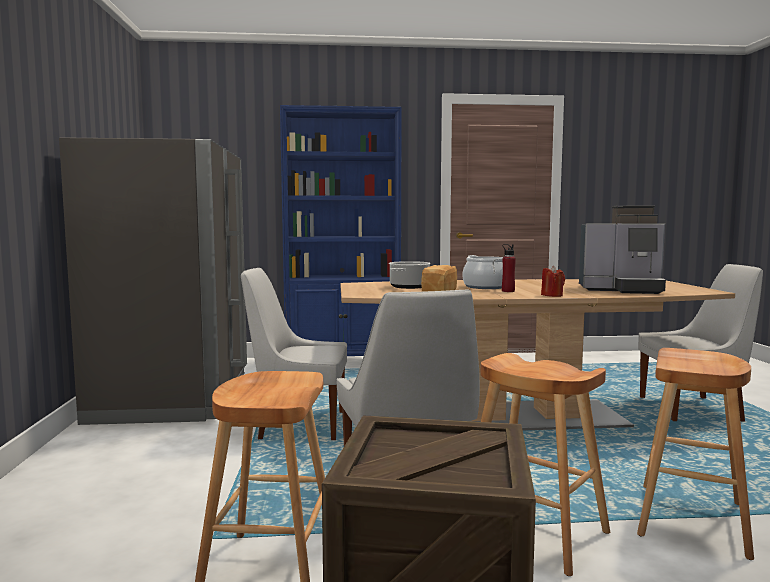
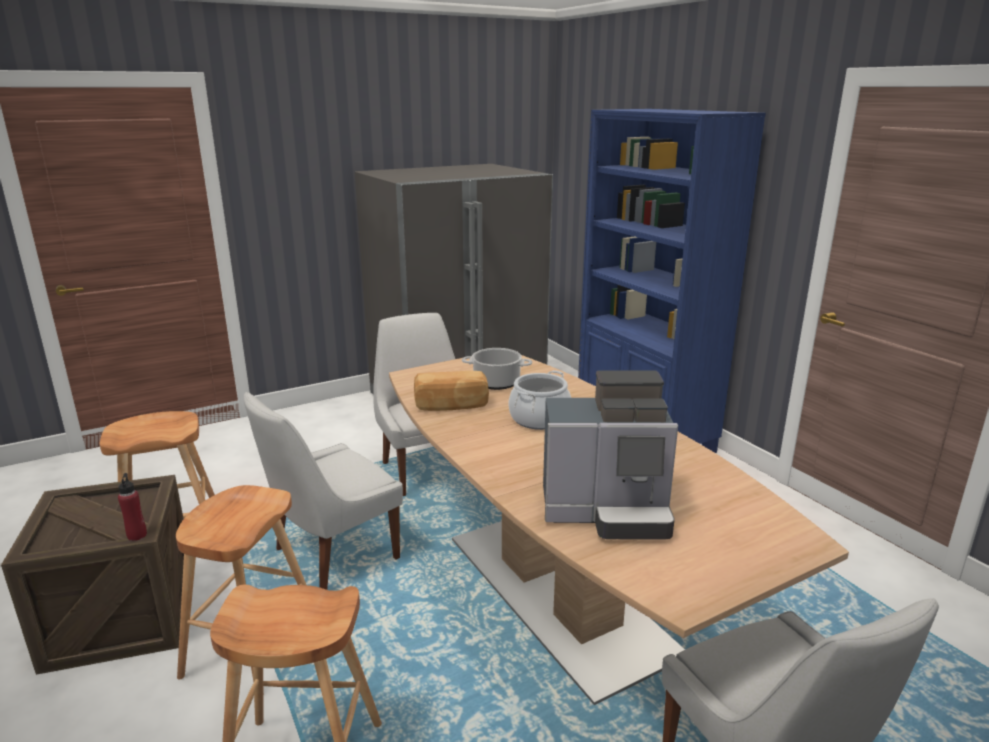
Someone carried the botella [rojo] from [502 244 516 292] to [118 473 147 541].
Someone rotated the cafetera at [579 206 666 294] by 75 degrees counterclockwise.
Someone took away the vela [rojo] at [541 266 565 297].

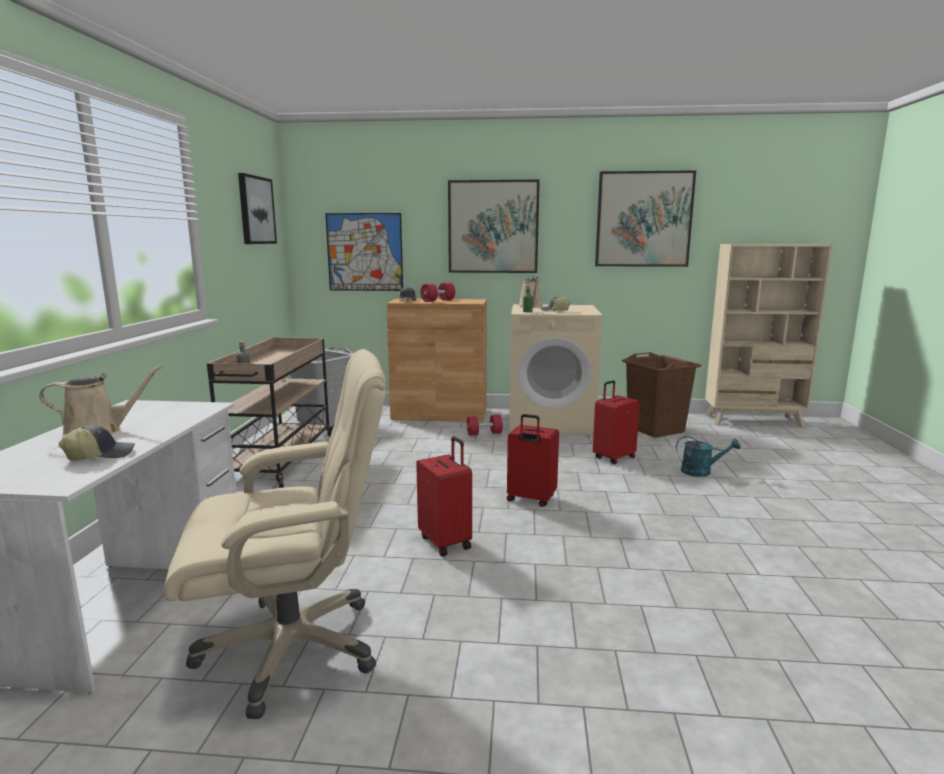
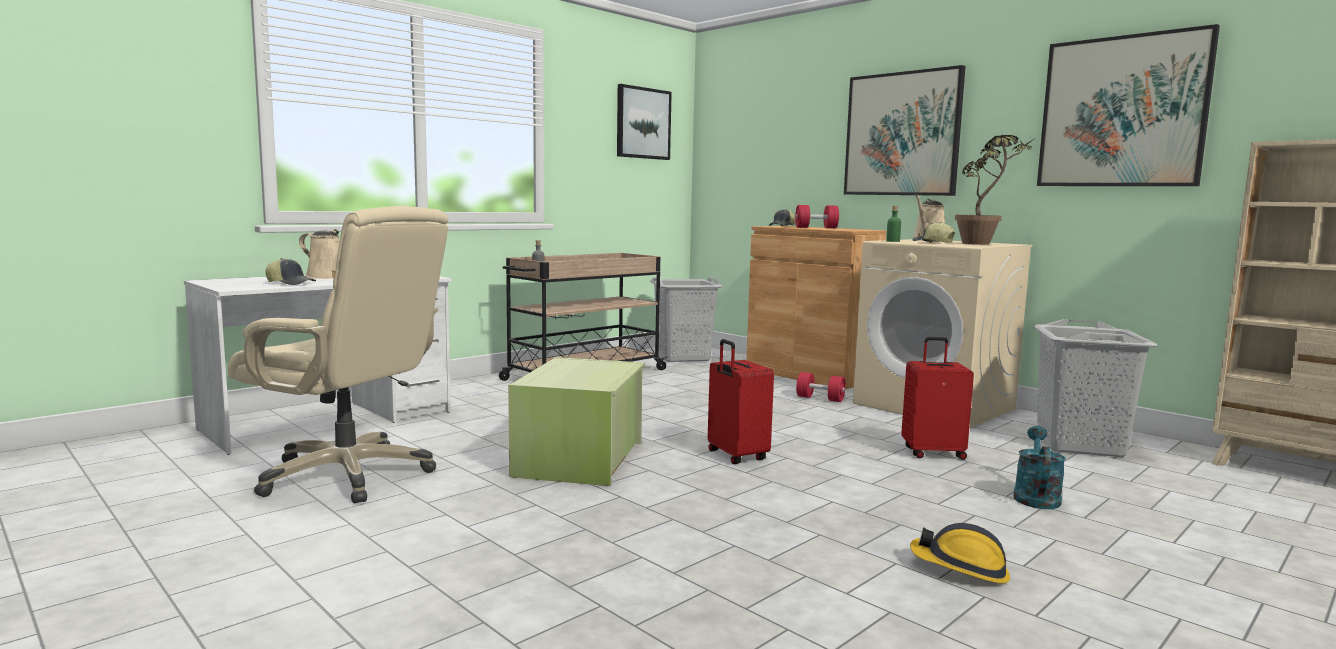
Someone swapped the maleta [rojo] at [416 436 472 556] for the caja de almacenaje [verde] at [508 357 645 486].
Someone put down the casco at [910 523 1010 584].
Someone put down the planta en maceta at [955 135 1037 245].
Someone rotated the regadera [turquesa] at [676 436 741 477] by 120 degrees counterclockwise.
Someone repainted the cesto de la ropa [marrón] at [622 352 702 438], which became the cesto de la ropa [gris] at [1034 319 1158 457].
Someone took away the cuadro at [325 213 403 291].

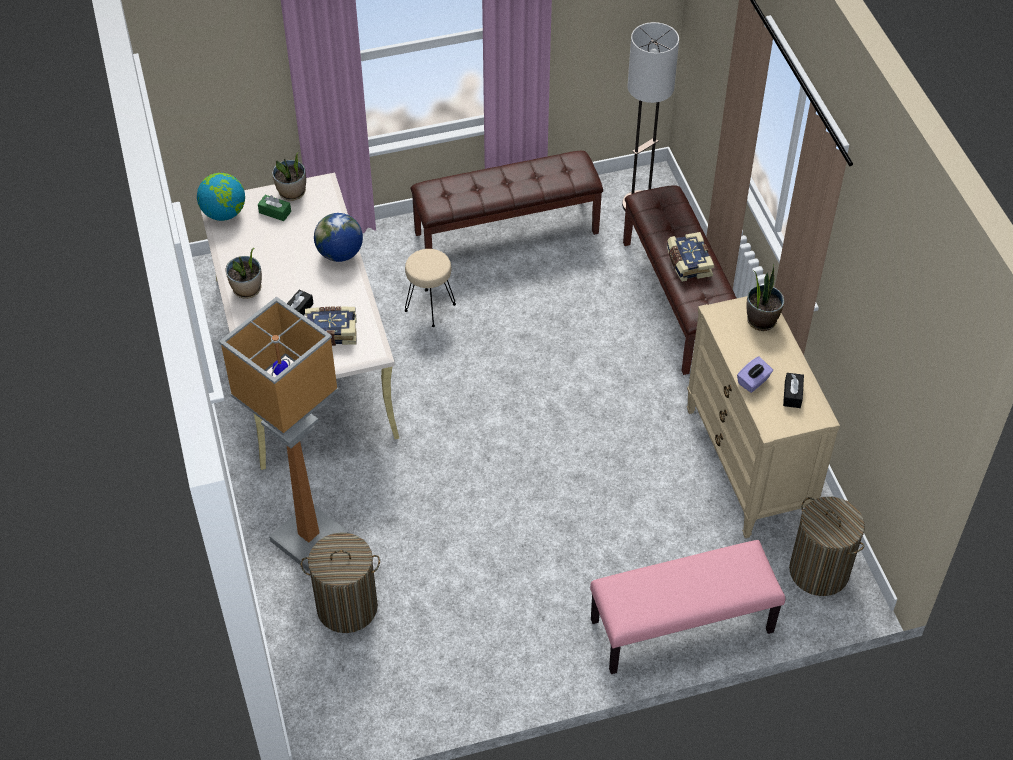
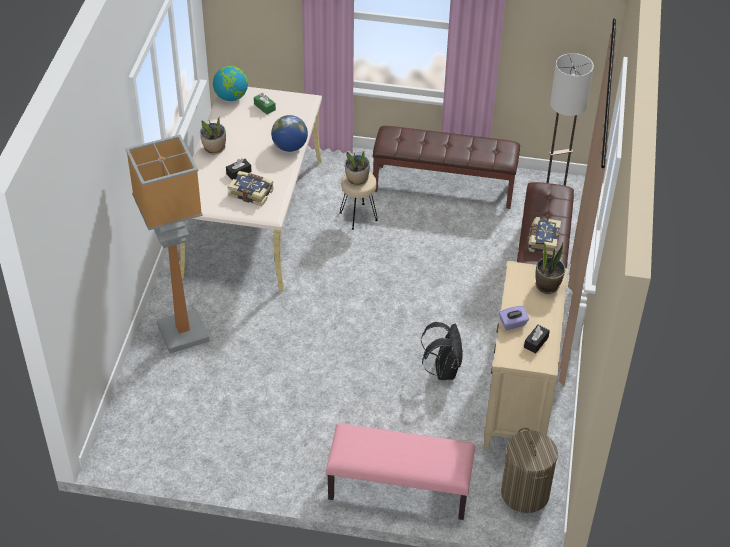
Someone carried the planta en maceta from [272 152 306 201] to [345 151 370 186].
Someone put down the mochila [negro] at [421 322 463 380].
Someone took away the cesto de la ropa at [301 532 380 633].

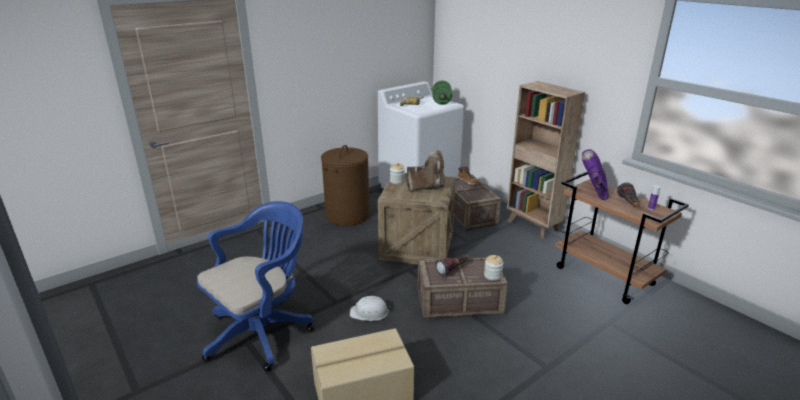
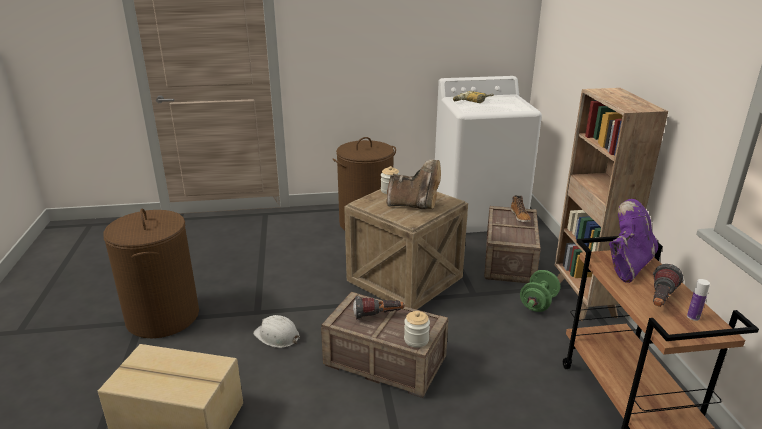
Someone swapped the silla de oficina [azul] at [197 201 314 372] for the cesto de la ropa [marrón] at [103 208 199 338].
Someone carried the mancuerna [verde] from [432 80 452 105] to [520 270 560 312].

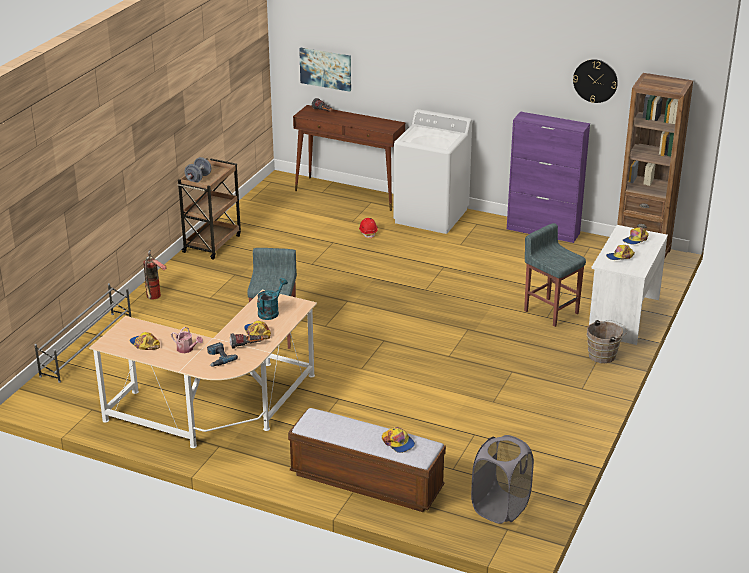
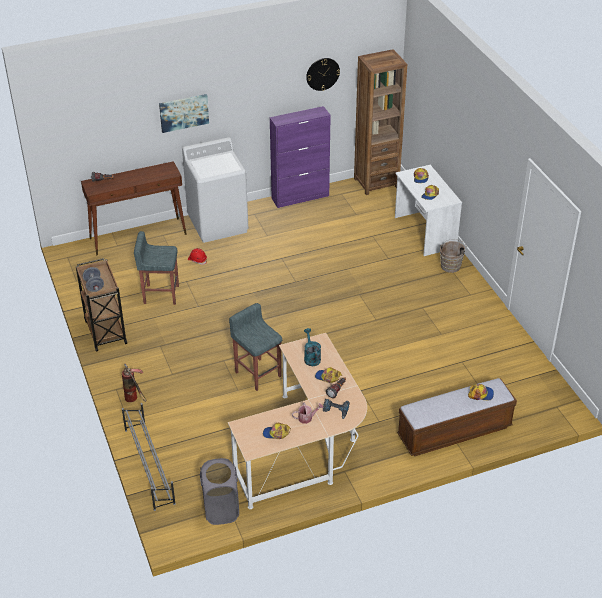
Someone carried the taburete [gris] from [524 223 586 327] to [134 231 179 305].
Someone carried the cuadro from [299 48 351 92] to [159 94 209 133].
Someone carried the cesto de la ropa [gris] from [471 435 534 524] to [200 458 239 525].

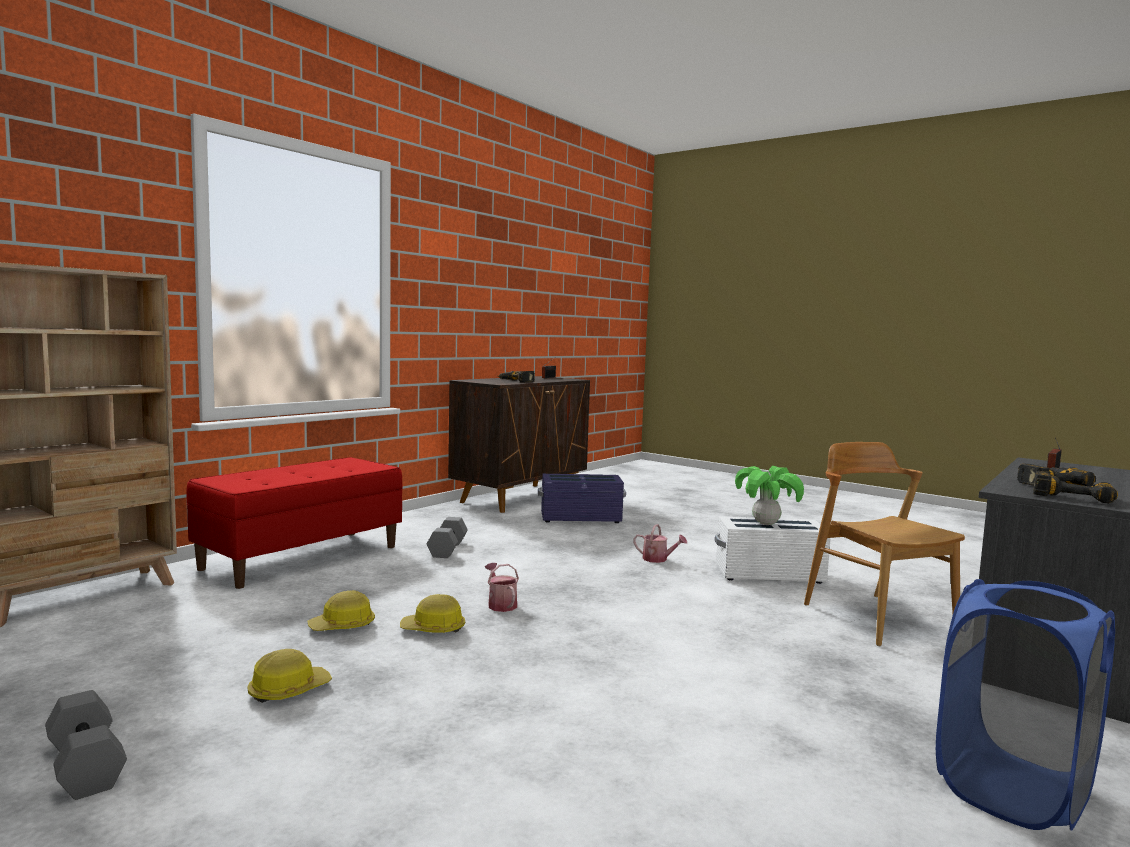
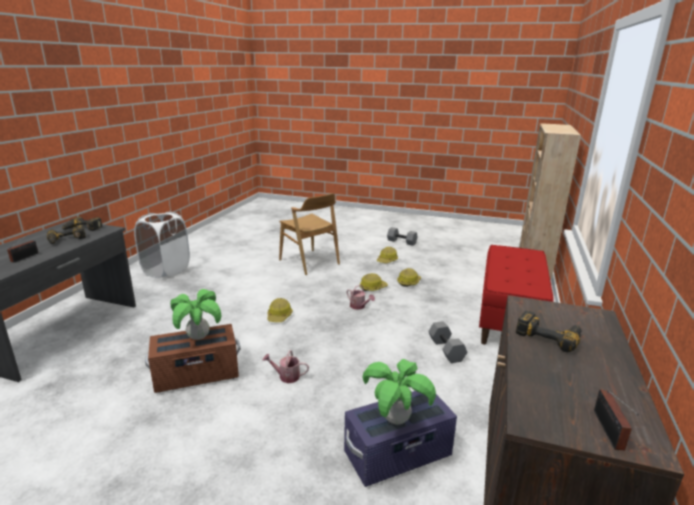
Someone repainted the cesto de la ropa [azul] at [936 579 1115 831], which became the cesto de la ropa [blanco] at [134 212 190 278].
Someone repainted the caja de almacenaje [blanco] at [715 516 831 584], which became the caja de almacenaje [marrón] at [145 324 240 393].
Someone put down the casco at [267 298 293 322].
Someone carried the silla [marrón] from [804 442 965 646] to [279 193 340 275].
Someone put down the planta en maceta at [362 359 436 425].

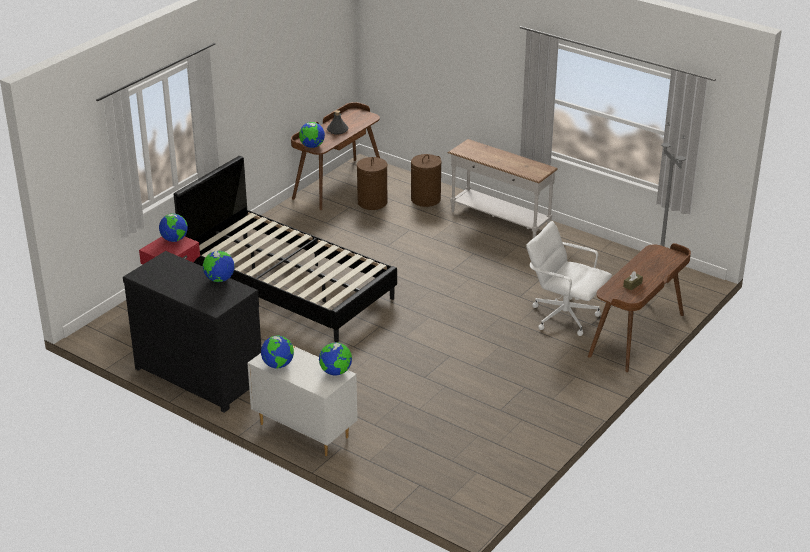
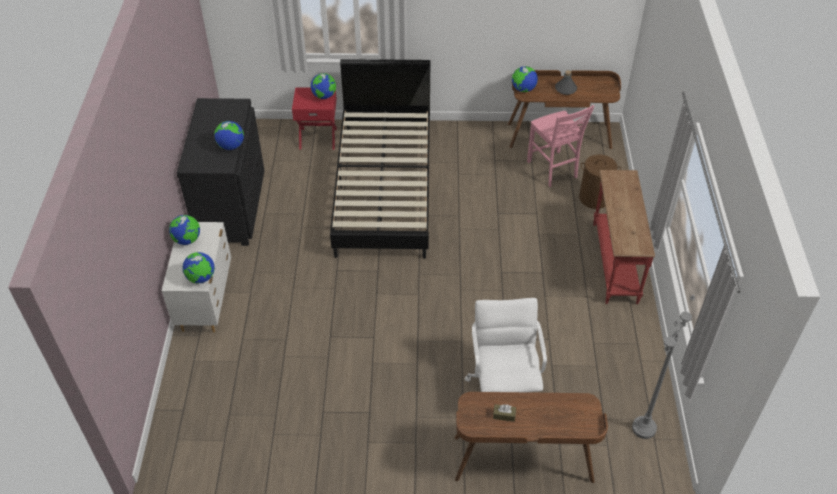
Someone swapped the cesto de la ropa [marrón] at [357 157 387 210] for the silla [rosa] at [527 105 594 187].
Someone repainted the mesa consola [blanco] at [448 139 558 238], which became the mesa consola [rojo] at [593 170 655 304].

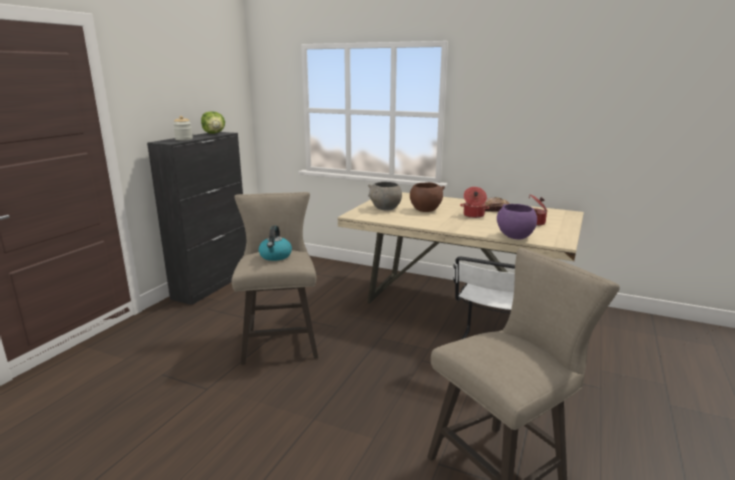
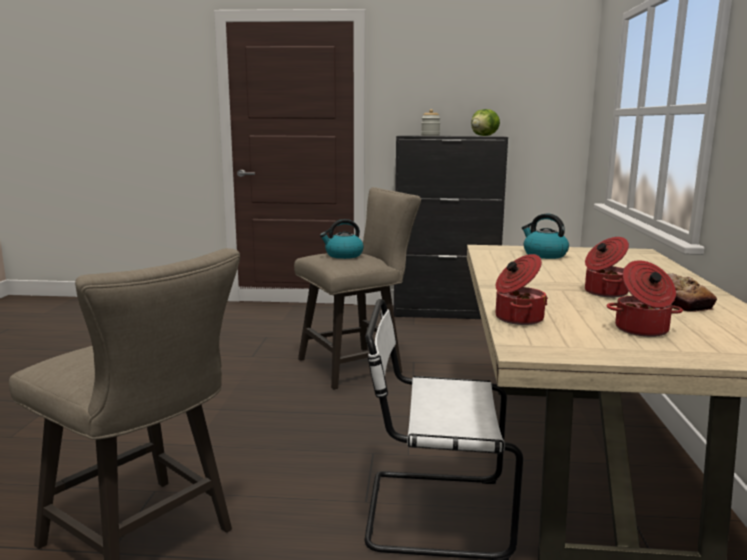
Someone swapped the cuenco [morado] at [497 204 537 239] for the olla at [496 254 548 325].
Someone swapped the cuenco [gris] at [368 182 402 211] for the hervidor at [522 213 569 259].
Someone took away the cuenco [marrón] at [410 182 445 212].

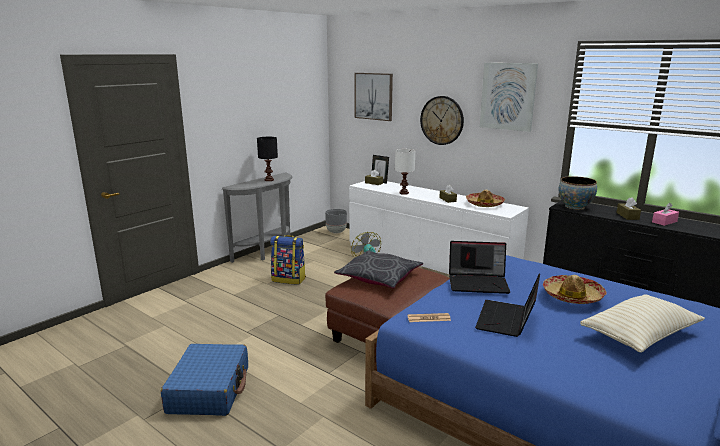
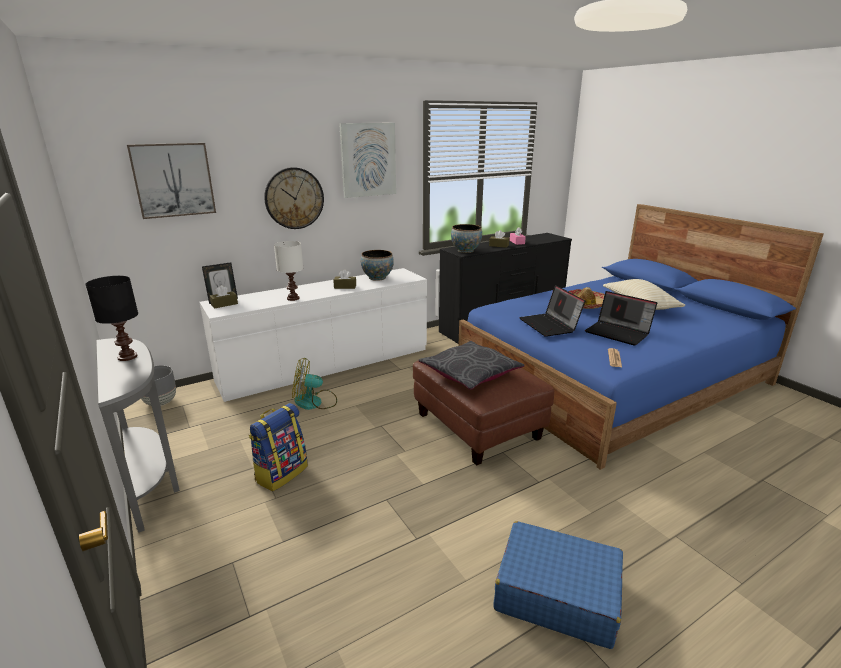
Someone swapped the sombrero at [466 189 505 207] for the cuenco at [361 250 394 281].
Someone rotated the portátil at [449 241 510 294] by 135 degrees clockwise.

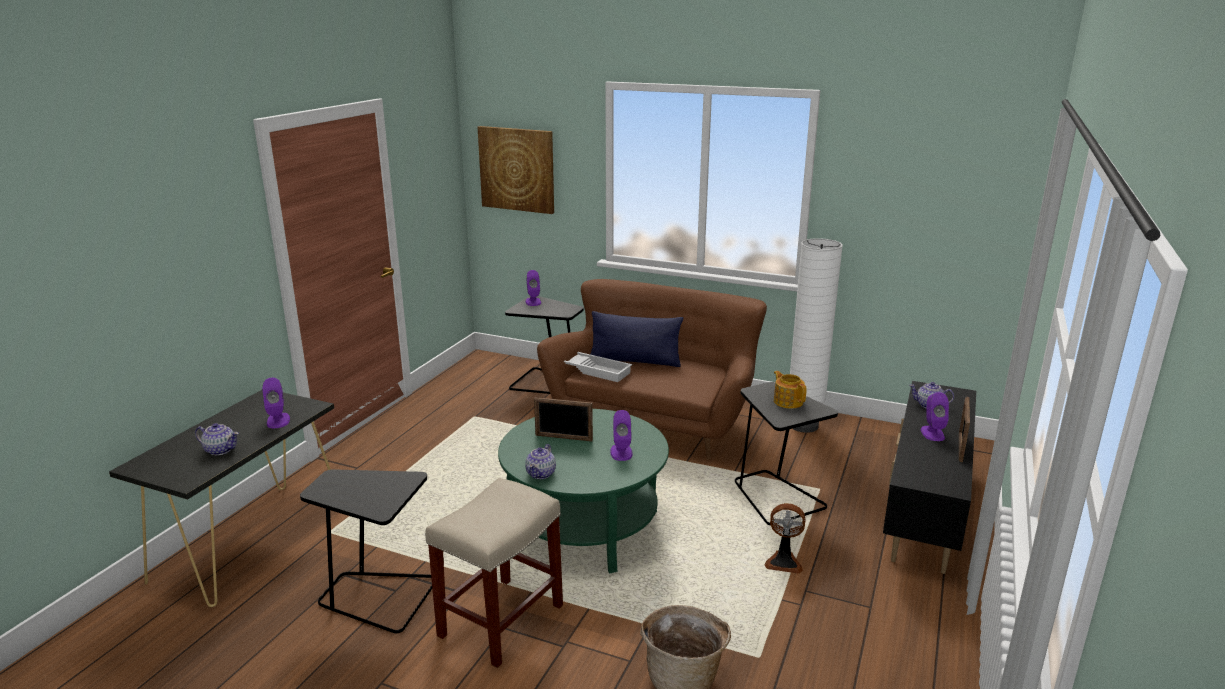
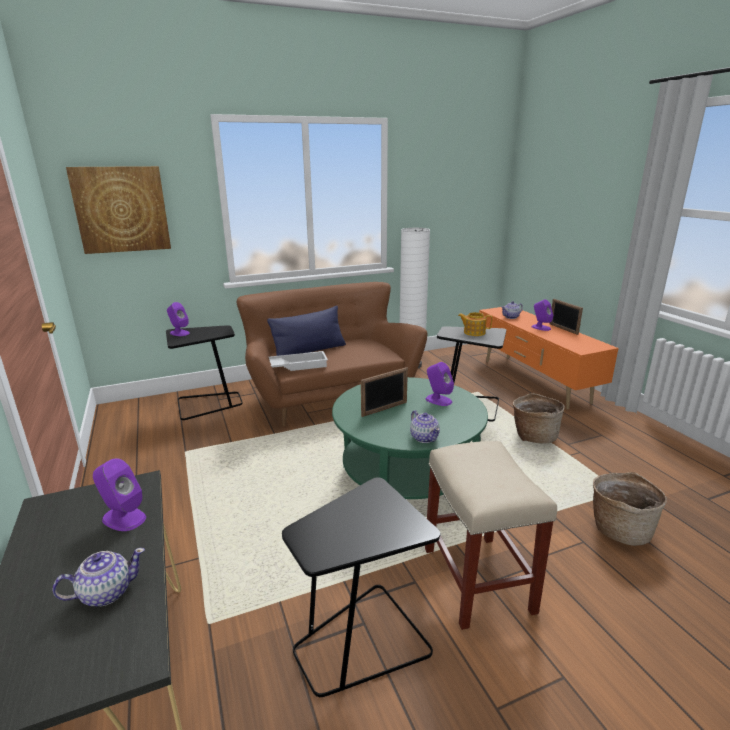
Someone repainted the mueble de televisión [negro] at [883 381 976 574], which became the mueble de televisión [naranja] at [479 306 619 410].
Someone swapped the ventilador at [764 503 806 574] for the cesta at [513 393 565 443].

